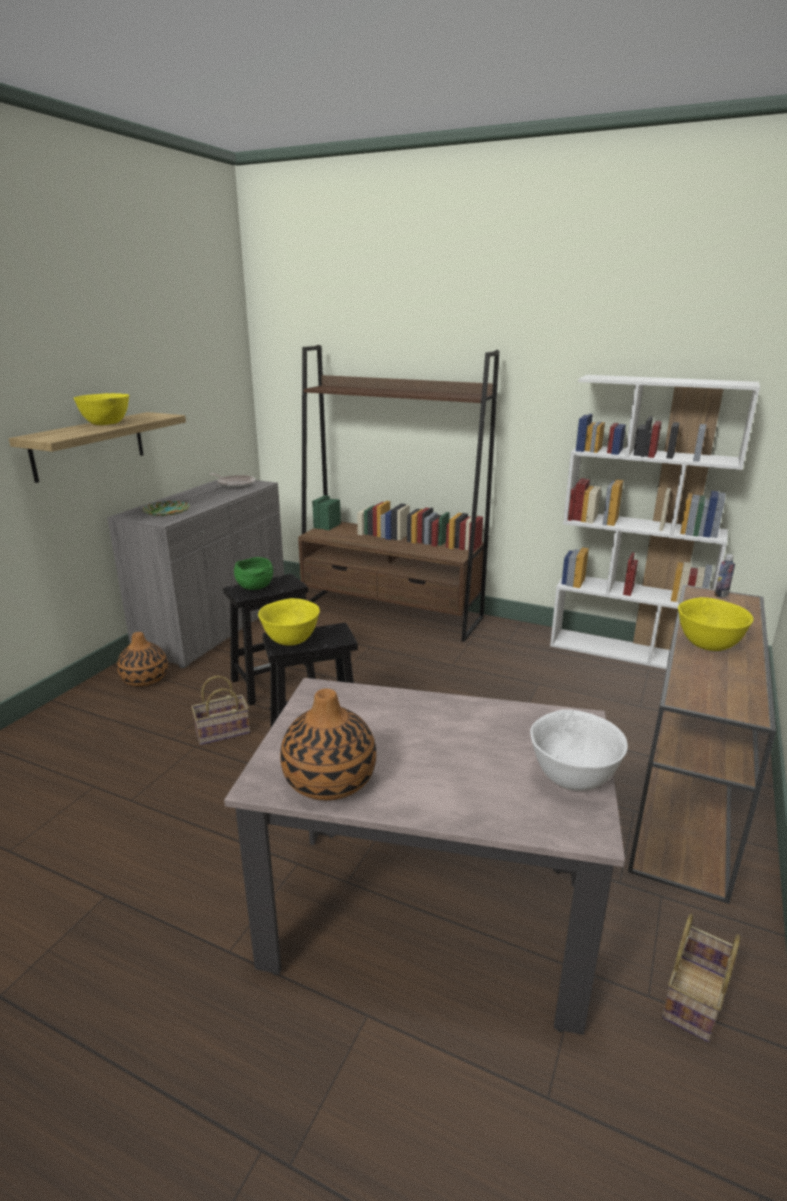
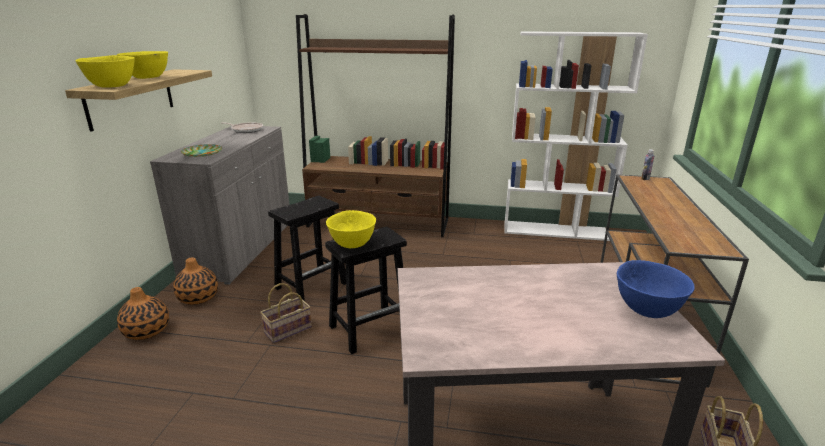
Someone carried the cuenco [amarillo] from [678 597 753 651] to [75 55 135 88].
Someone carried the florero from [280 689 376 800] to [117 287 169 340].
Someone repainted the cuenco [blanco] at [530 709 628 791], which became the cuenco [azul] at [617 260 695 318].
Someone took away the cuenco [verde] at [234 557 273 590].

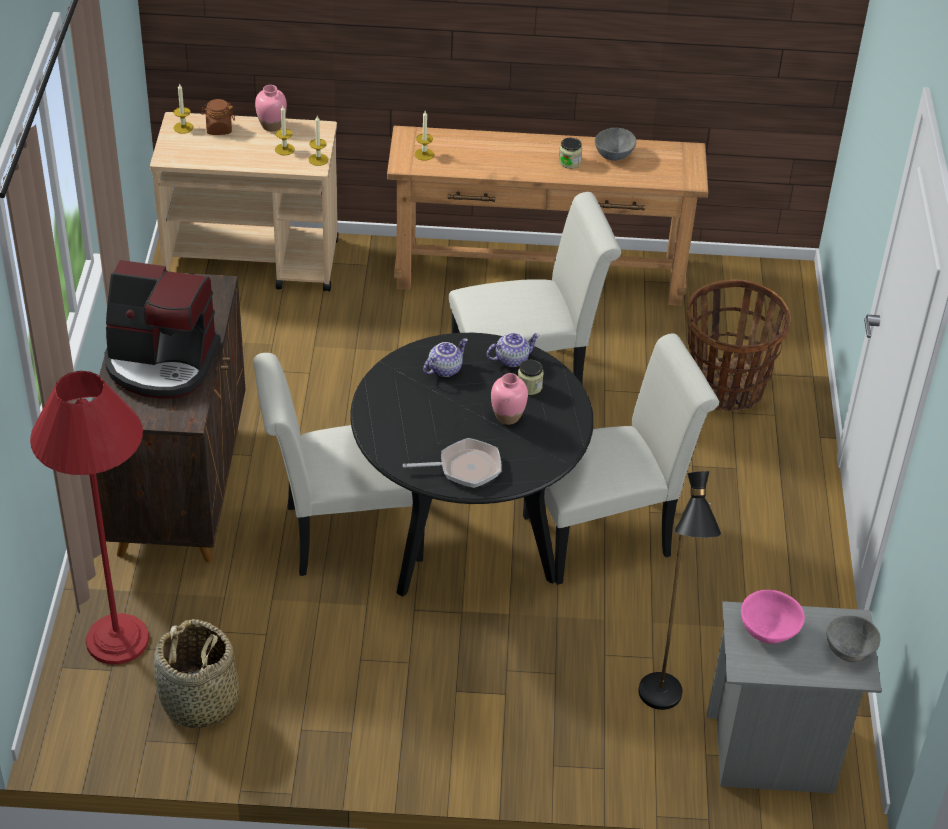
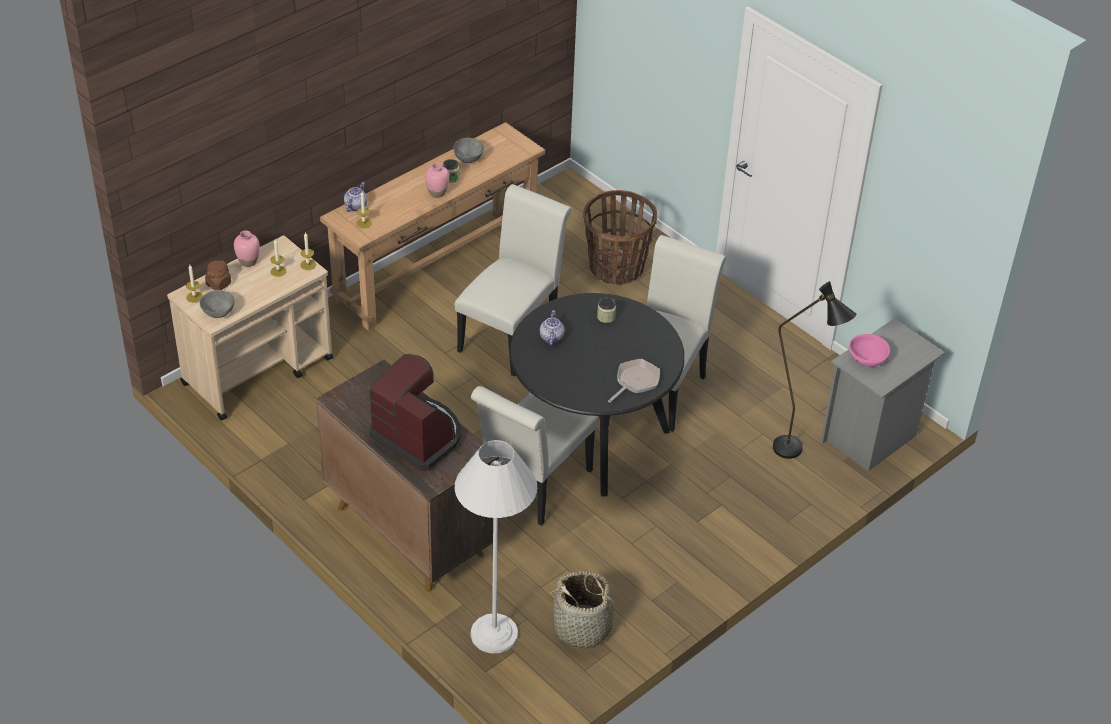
Someone carried the cuenco [gris] from [826 615 881 662] to [200 290 234 318].
Someone carried the tetera from [487 332 540 367] to [344 182 367 212].
Someone rotated the cafetera at [104 260 221 398] by 105 degrees counterclockwise.
Someone carried the florero [rosa] from [491 373 528 425] to [425 163 449 198].
Someone repainted the lámpara de pie [rojo] at [30 371 149 665], which became the lámpara de pie [blanco] at [455 440 537 653].

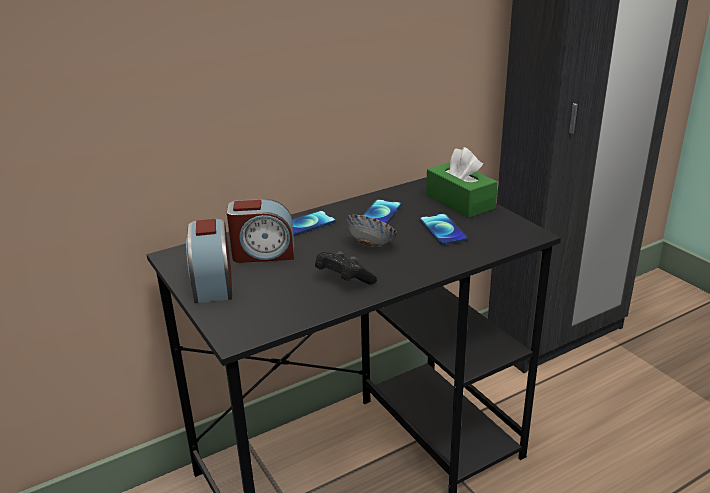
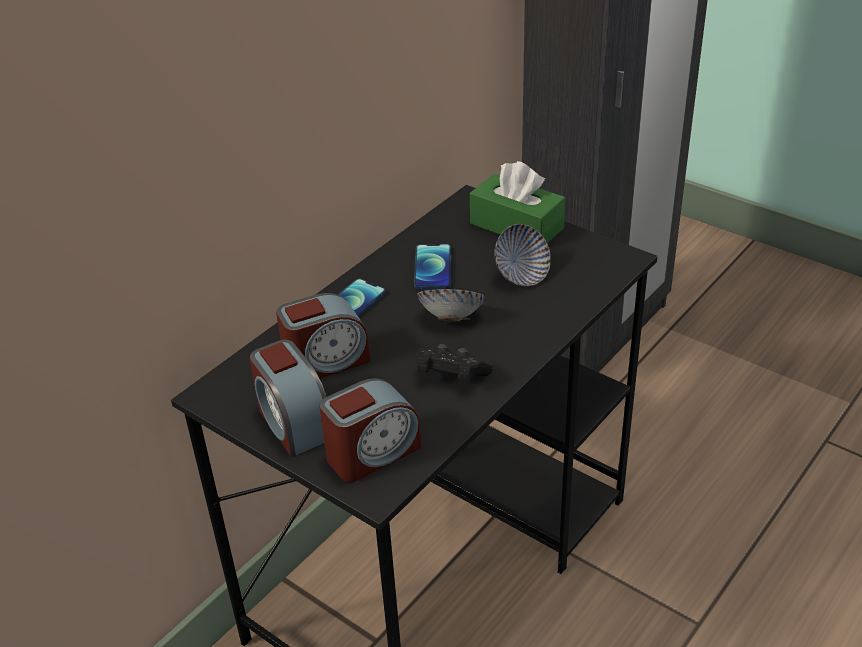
Someone put down the despertador at [319 378 421 482].
Someone swapped the móvil at [420 214 468 245] for the cuenco at [494 224 551 286].

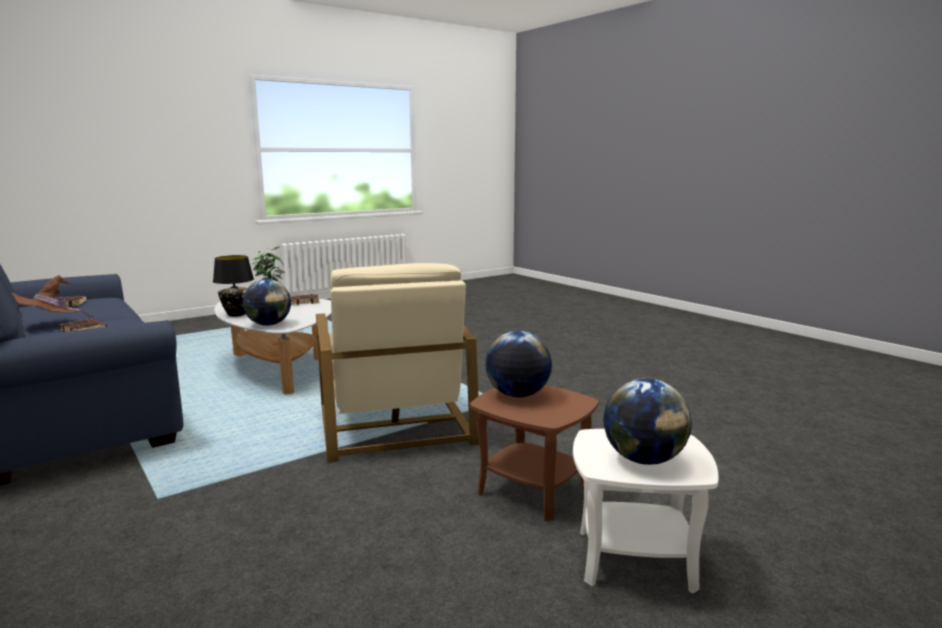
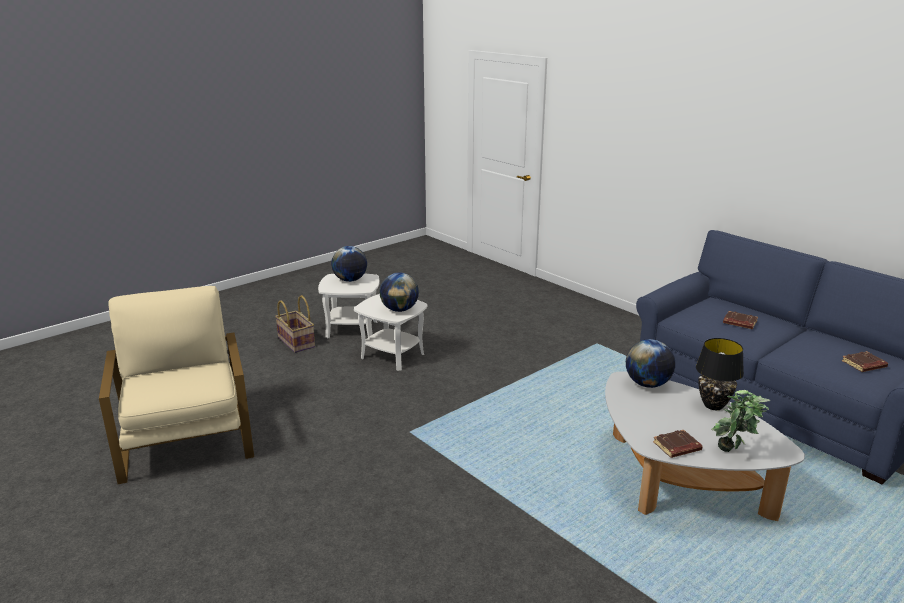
Someone carried the sillón [beis] from [316 263 479 463] to [99 286 254 484].
Someone put down the cesta at [275 295 315 353].
Someone repainted the mesa auxiliar [marrón] at [470 385 599 521], which became the mesa auxiliar [blanco] at [354 294 428 371].
Someone took away the sombrero [marrón] at [11 275 96 320].

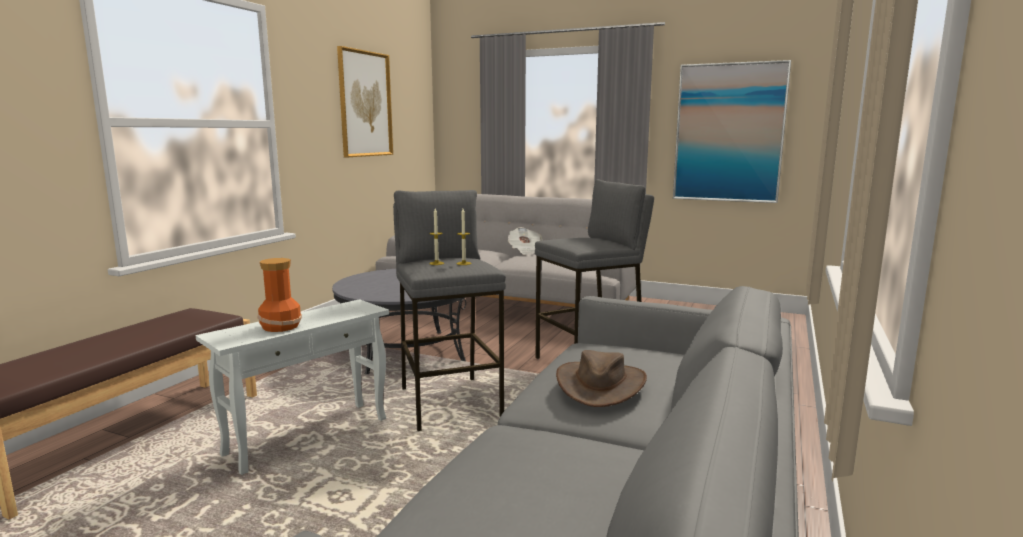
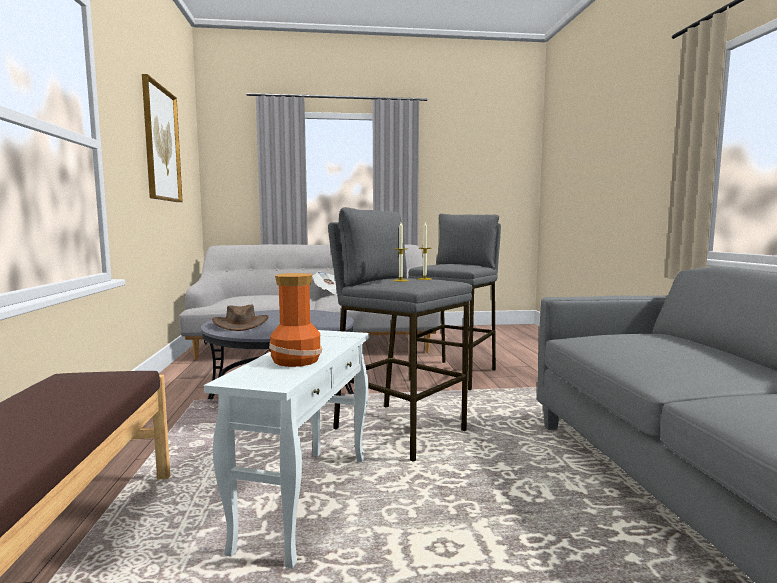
Someone carried the sombrero [marrón] from [556 350 647 407] to [212 305 269 331].
Someone took away the cuadro at [673 60 791 203].

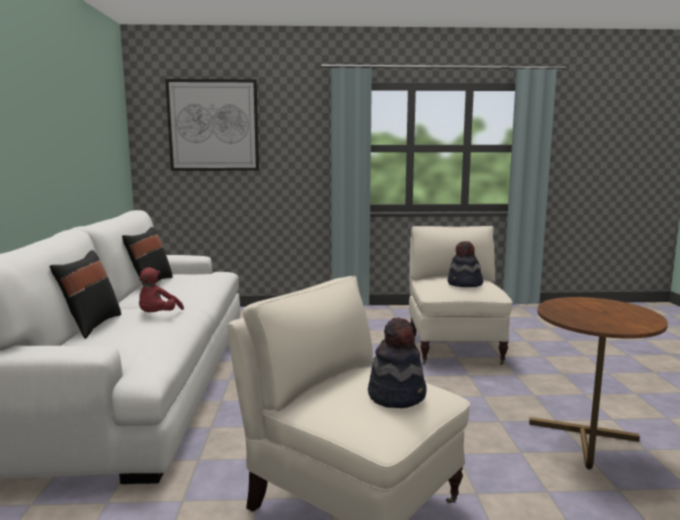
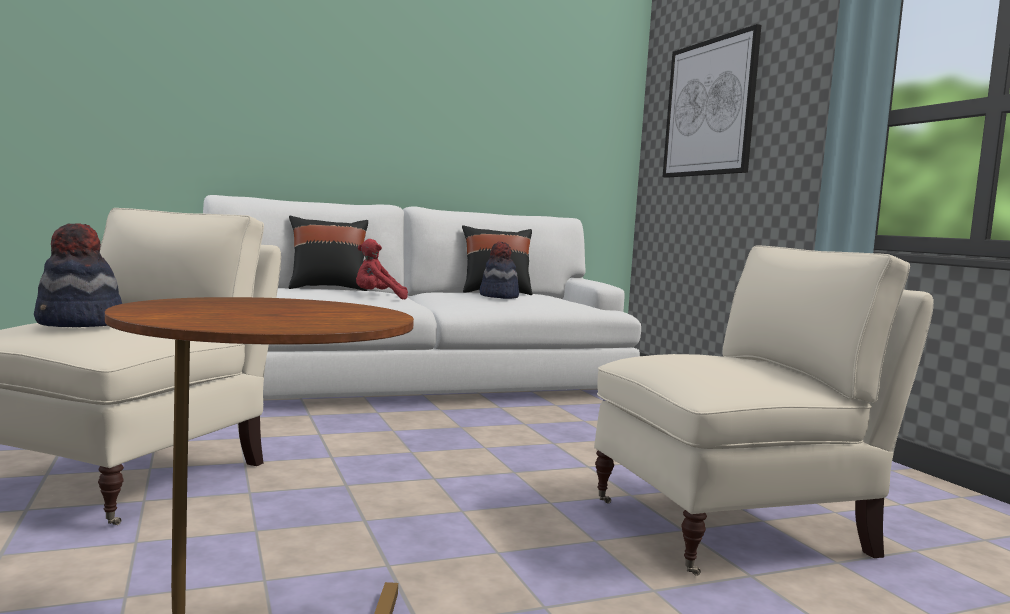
Someone carried the sombrero from [447 241 483 287] to [480 242 519 299].

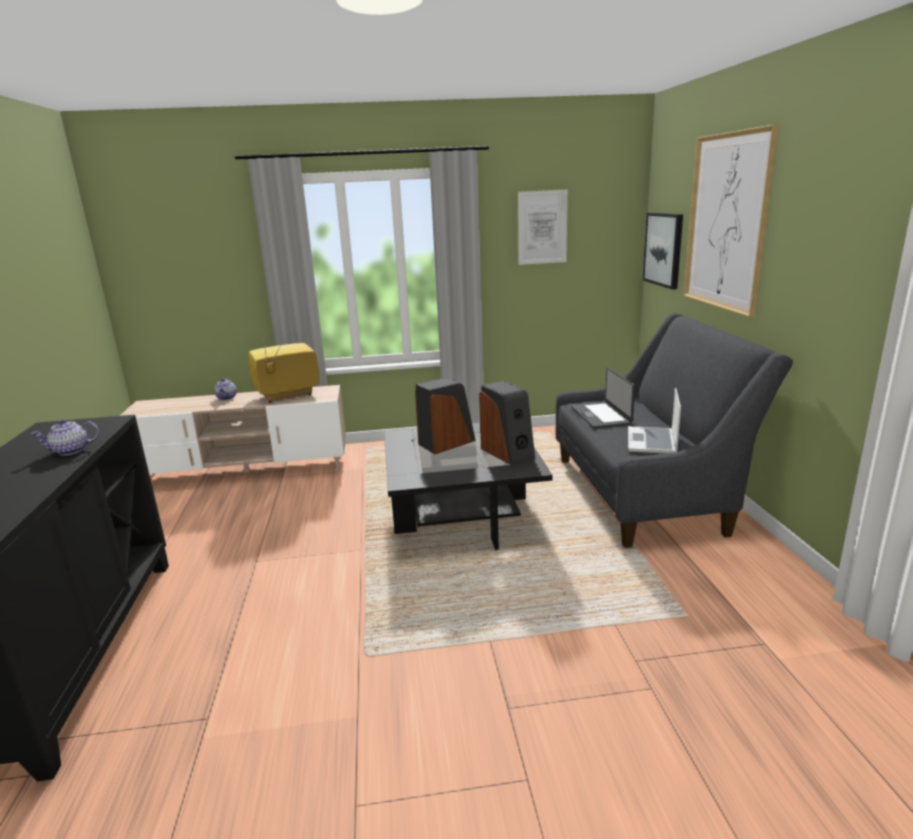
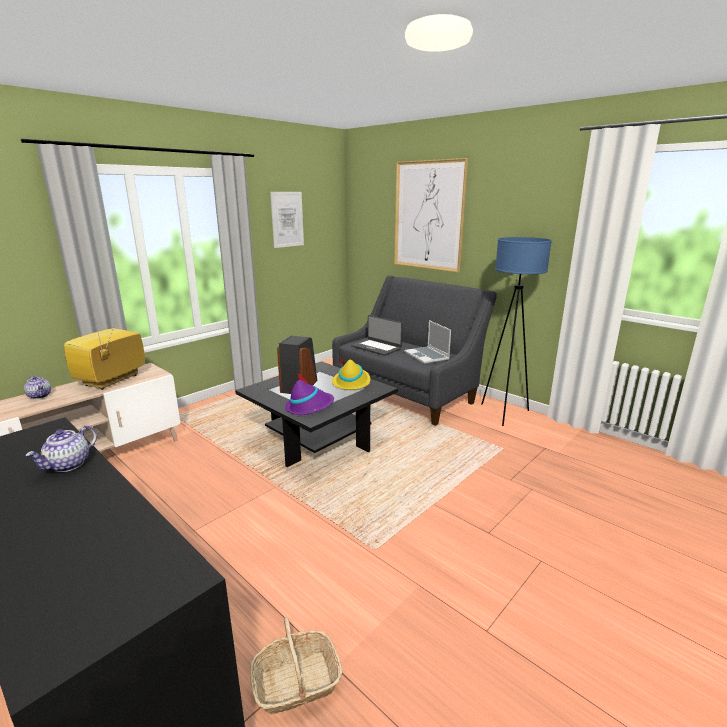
Someone put down the cesta at [250 617 342 715].
Someone put down the sombrero [morado] at [285 372 334 415].
Someone swapped the altavoz at [479 381 535 466] for the sombrero [amarillo] at [332 356 370 390].
Someone put down the lámpara de pie [azul] at [481 237 552 426].
Someone took away the cuadro at [643 212 683 290].

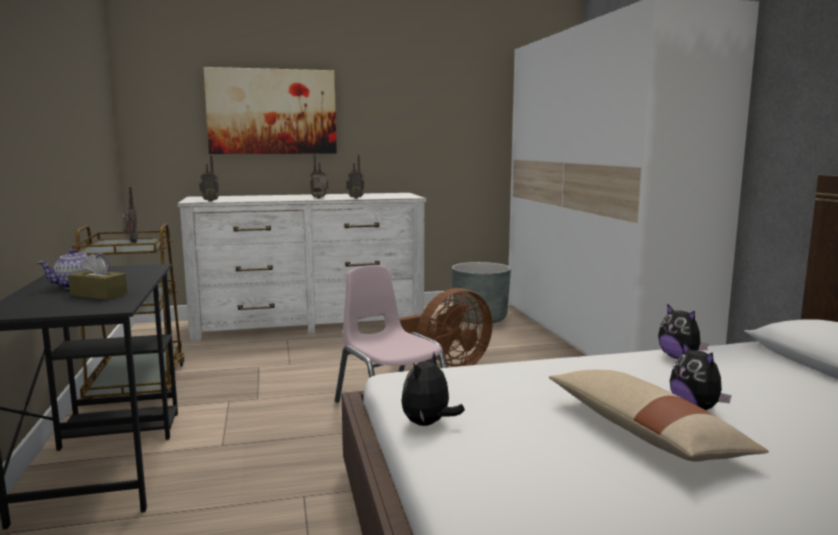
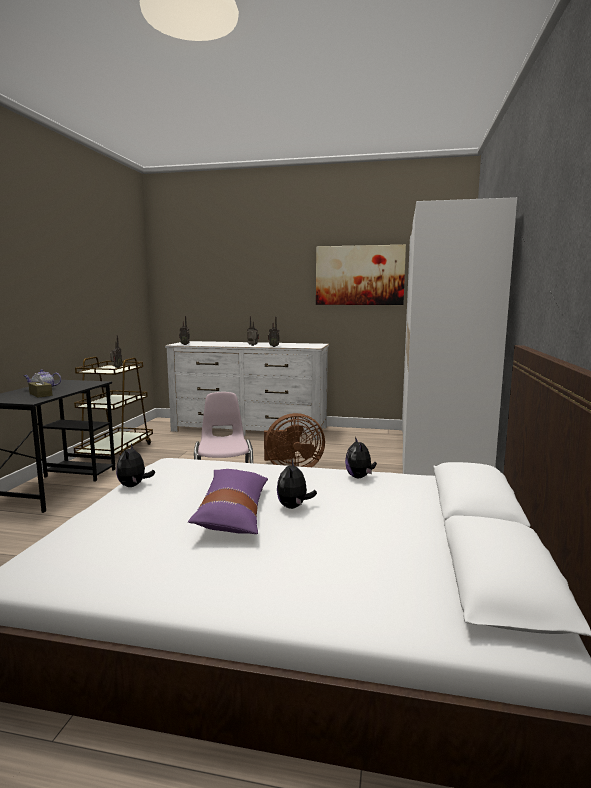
Someone rotated the peluche at [401 353 465 426] by 60 degrees counterclockwise.
Someone repainted the cojín [beis] at [549 370 769 462], which became the cojín [morado] at [188 469 268 534].
Someone carried the cuadro from [203 67 337 154] to [316 245 406 305].
Someone took away the maceta [gris] at [452 262 511 324].

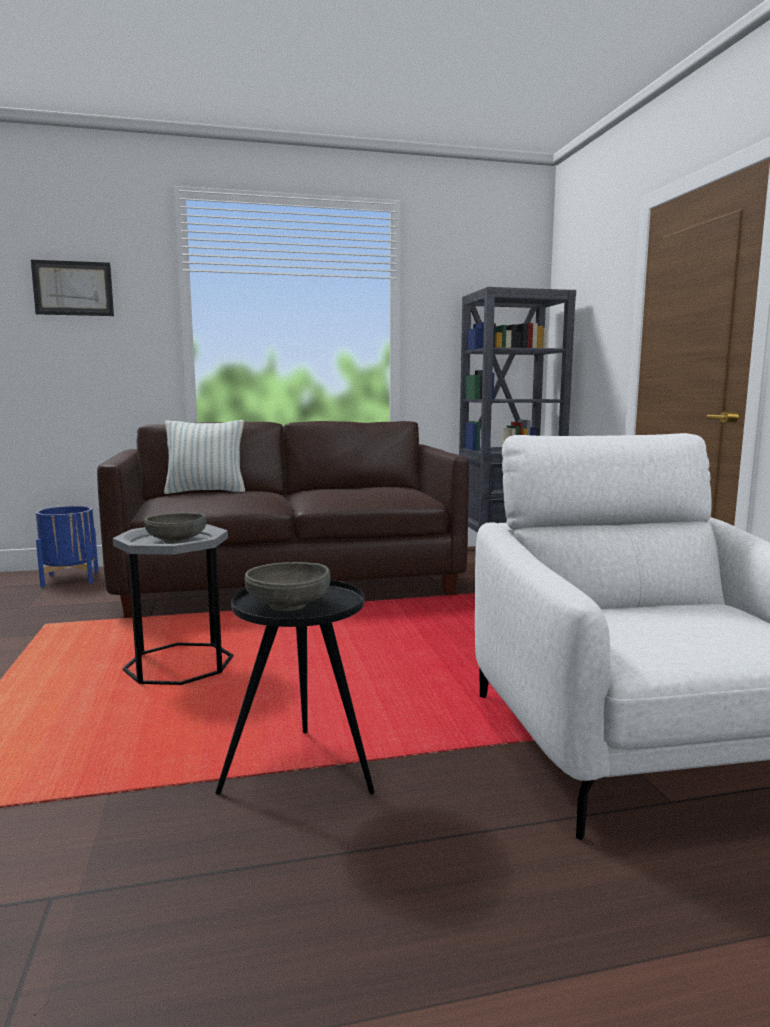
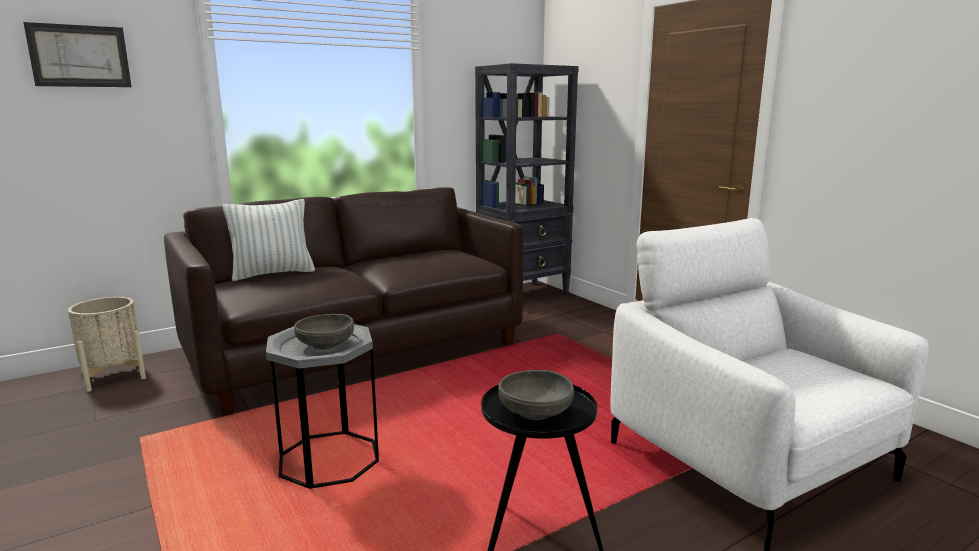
Someone repainted the maceta [azul] at [36 506 99 587], which became the maceta [beis] at [68 297 146 392].

